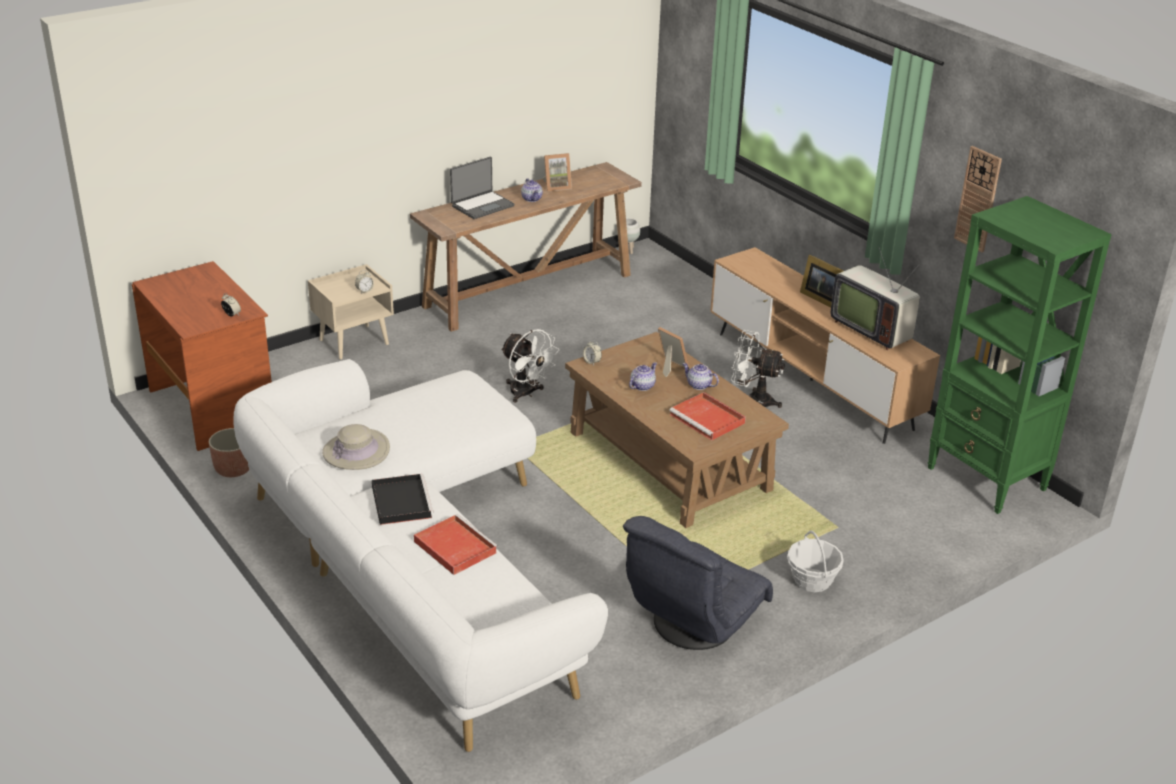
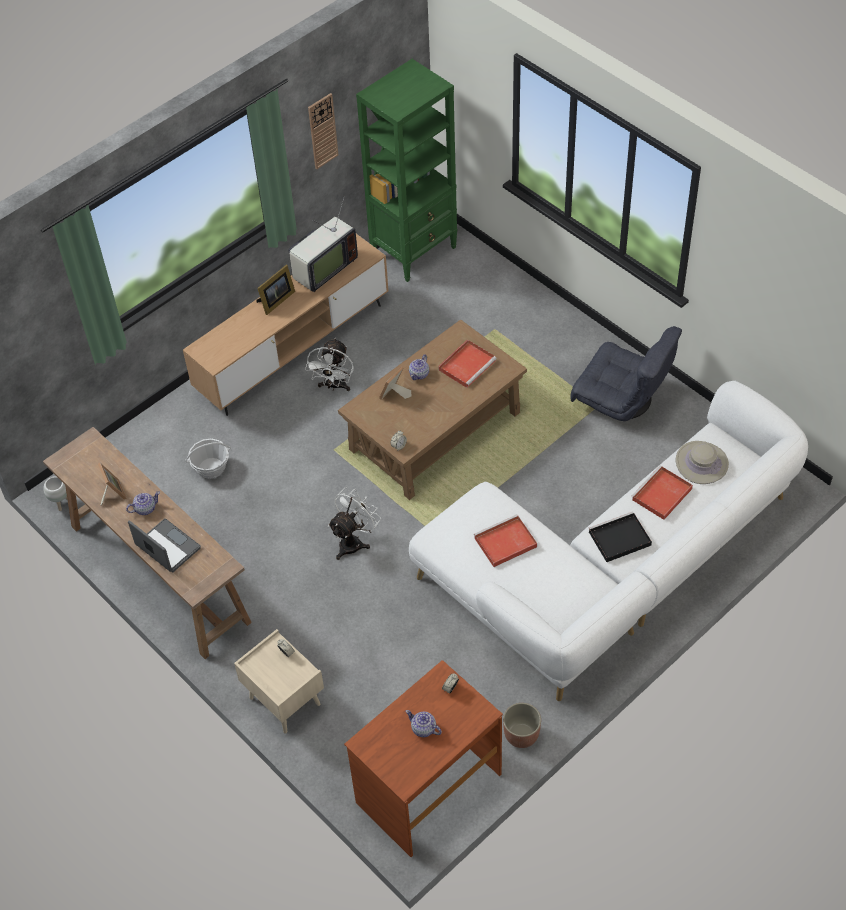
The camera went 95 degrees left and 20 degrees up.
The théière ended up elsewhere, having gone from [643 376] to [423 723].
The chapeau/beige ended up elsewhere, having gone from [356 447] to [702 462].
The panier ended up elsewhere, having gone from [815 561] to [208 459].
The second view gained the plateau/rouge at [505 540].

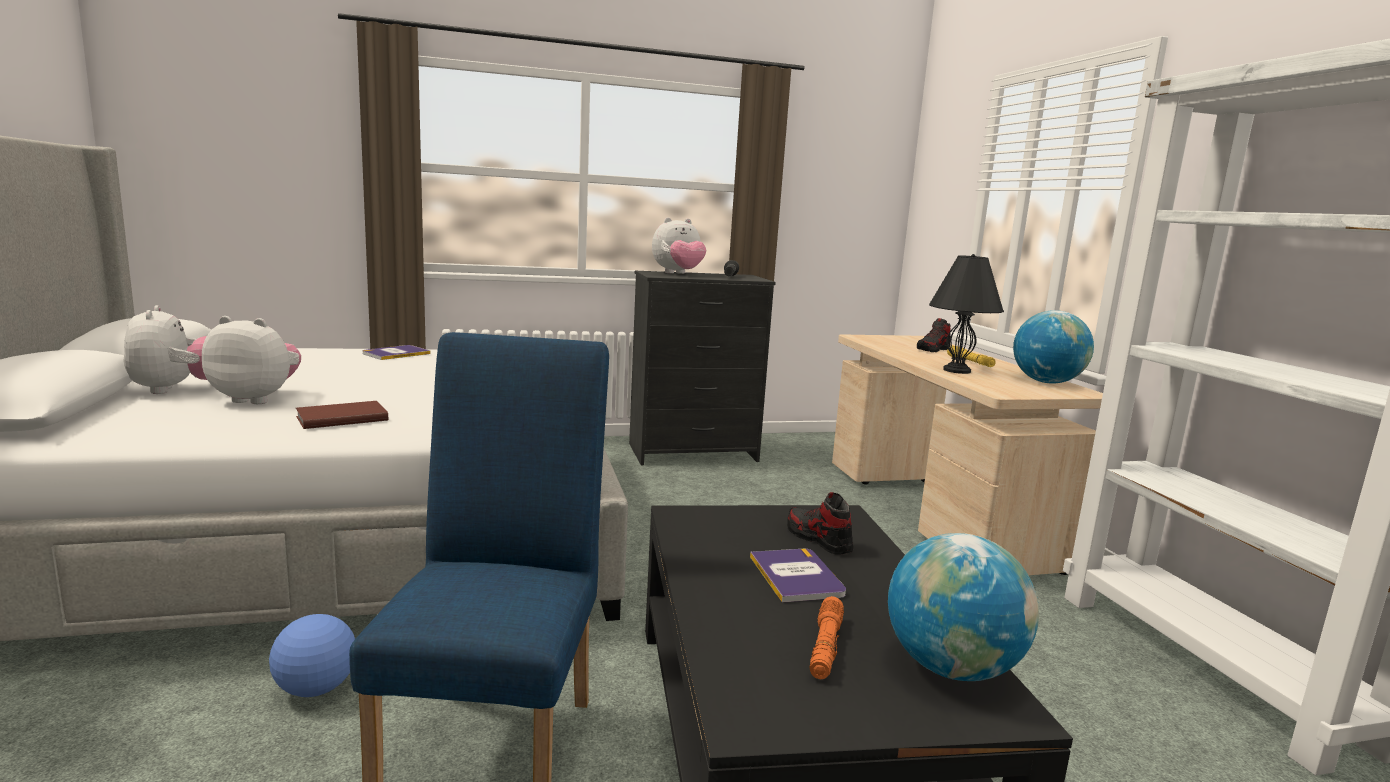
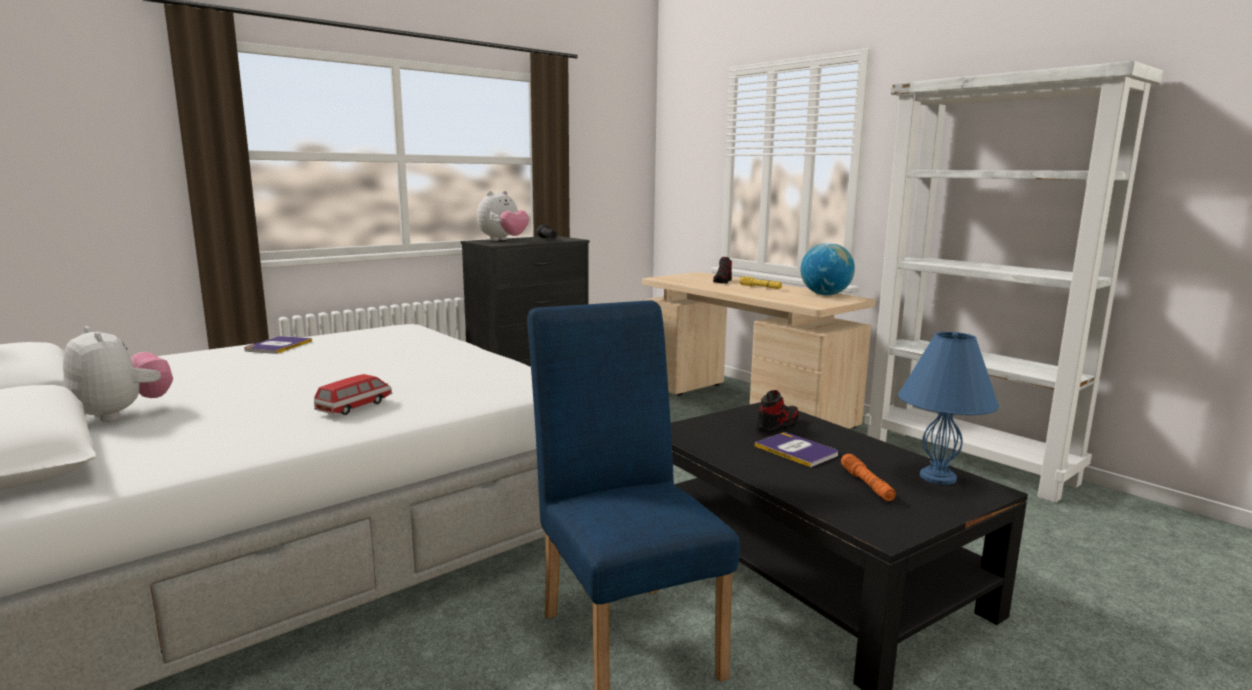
The camera went 25 degrees left and 0 degrees up.
The second view lost the lampe de table/noir at [966 314].
The second view lost the peluche at [251 360].
Where the livre/marron stood at [342 415], the petite voiture came to stand at [353 394].
The chaussure at [820 523] ended up facing another way, 105 degrees clockwise from before.
Where the globe stood at [963 607], the lampe de table/bleu came to stand at [948 408].
The second view lost the ballon de foot at [312 655].

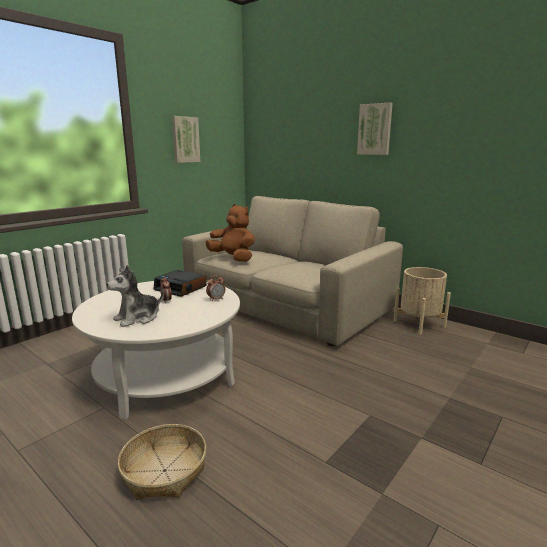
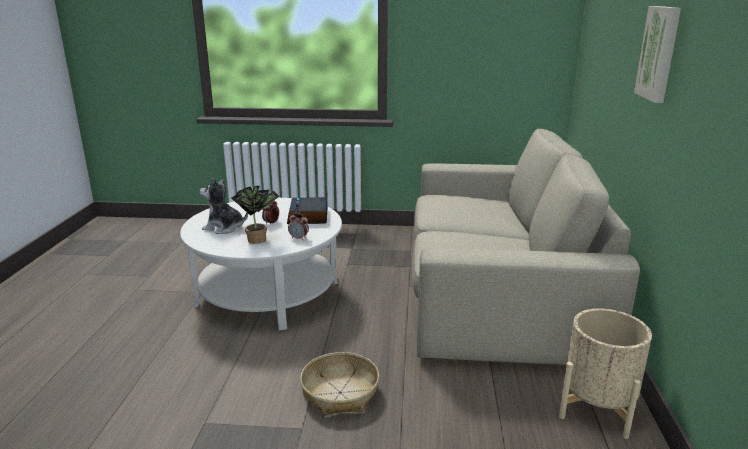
The camera went 55 degrees right and 5 degrees up.
The second view lost the tableau at [186 139].
The second view lost the peluche/marron at [230 233].
The panier ended up elsewhere, having gone from [162 461] to [339 384].
The second view gained the plante en pot at [255 215].

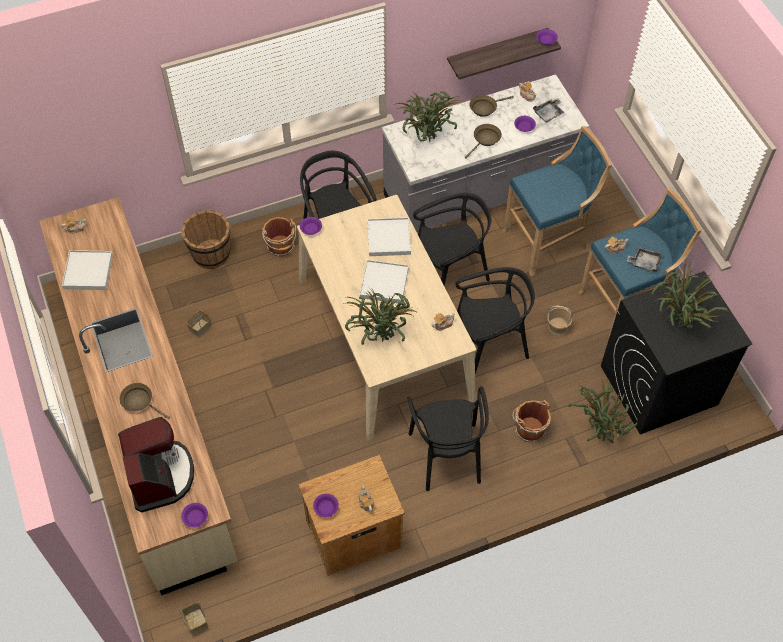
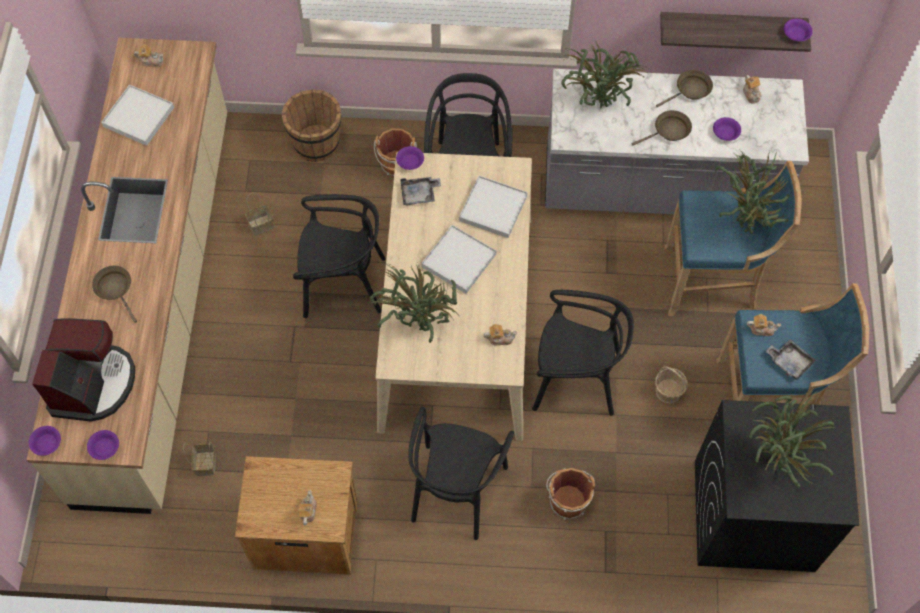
The camera went 25 degrees right and 5 degrees up.
The poêle/marron at [492 106] ended up facing another way, 150 degrees clockwise from before.
The plateau/gris ended up elsewhere, having gone from [548 110] to [421 191].
The chaise/noir ended up elsewhere, having gone from [452 239] to [339 256].
The plante en pot ended up elsewhere, having gone from [602 409] to [752 191].
The bol/violet ended up elsewhere, having gone from [326 505] to [45 441].
The panier ended up elsewhere, having gone from [193 617] to [199 459].

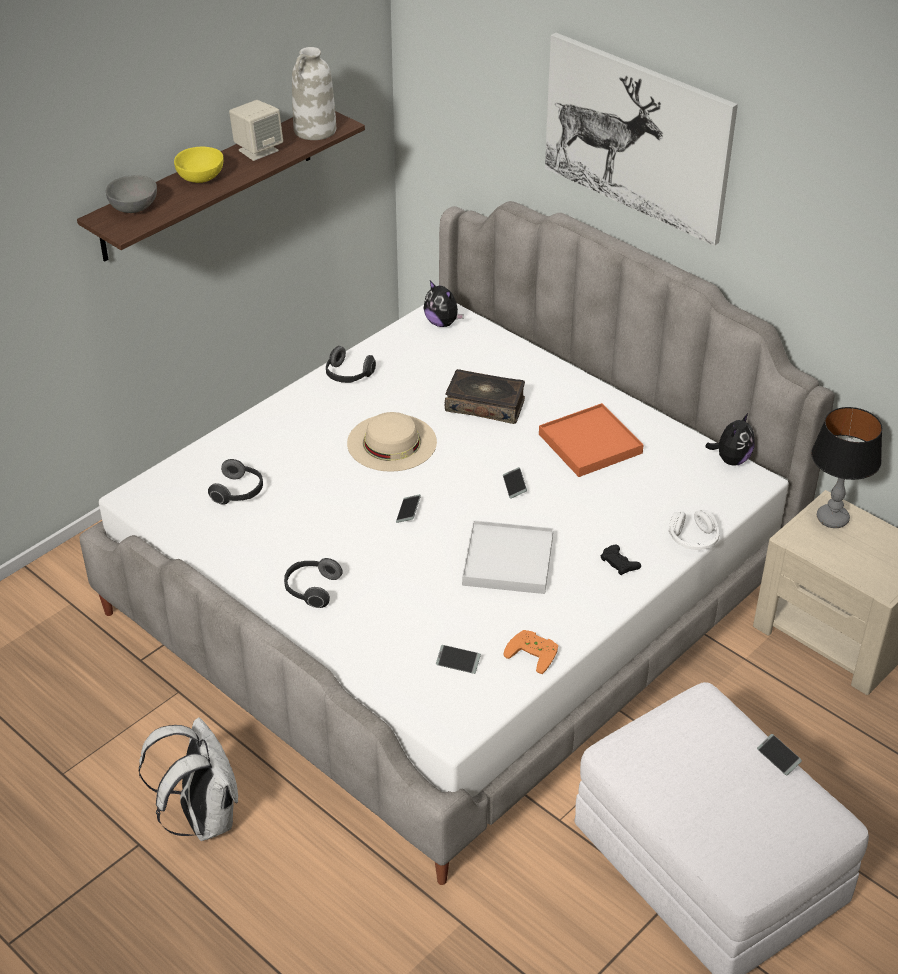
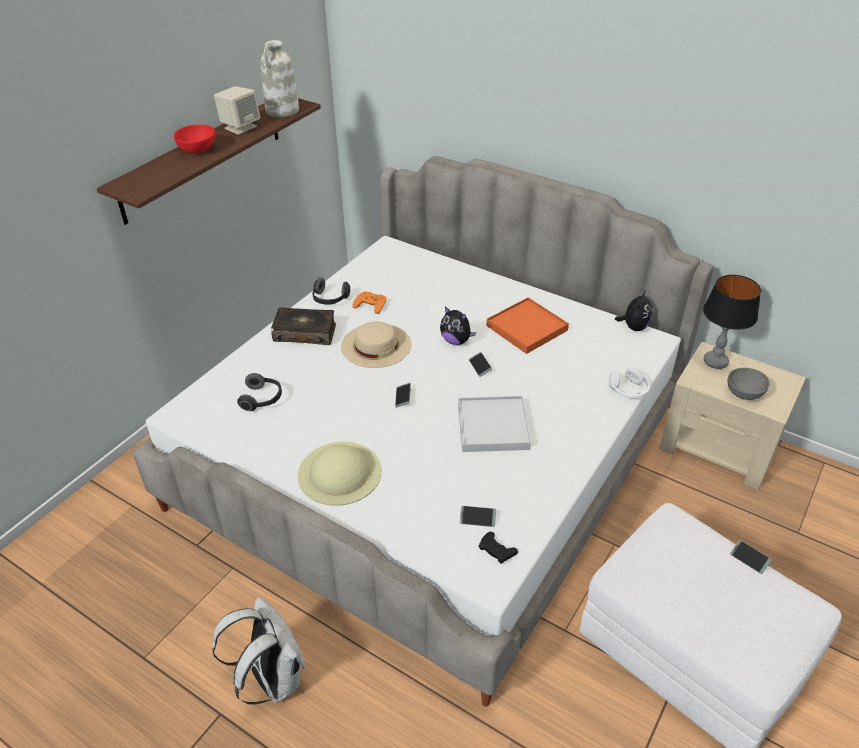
The camera went 10 degrees left and 0 degrees up.
The second view lost the tableau at [641 139].
What was the bol/jaune at [199 165] turned into the bol/rouge at [194 138].
The bol/gris ended up elsewhere, having gone from [131 194] to [748 384].
The peluche ended up elsewhere, having gone from [444 303] to [458 326].
The livre ended up elsewhere, having gone from [485 396] to [303 326].
The manette/noir ended up elsewhere, having gone from [620 560] to [498 548].
Where the casque audio stood at [313 583], the chapeau/beige came to stand at [340 474].
The manette/orange ended up elsewhere, having gone from [530 652] to [369 303].

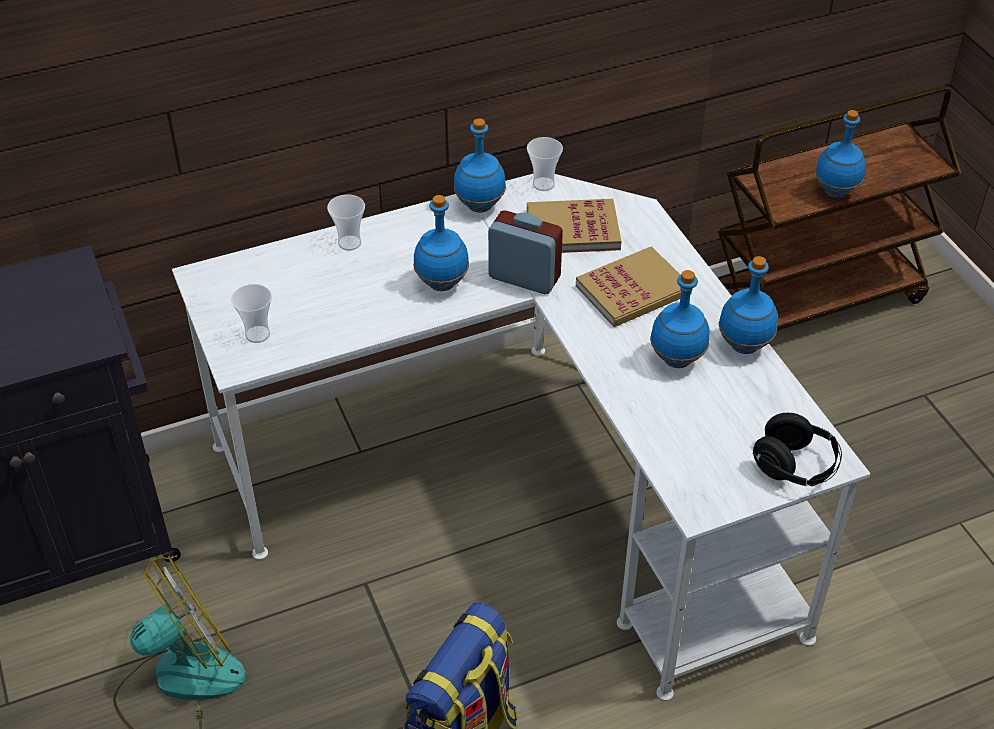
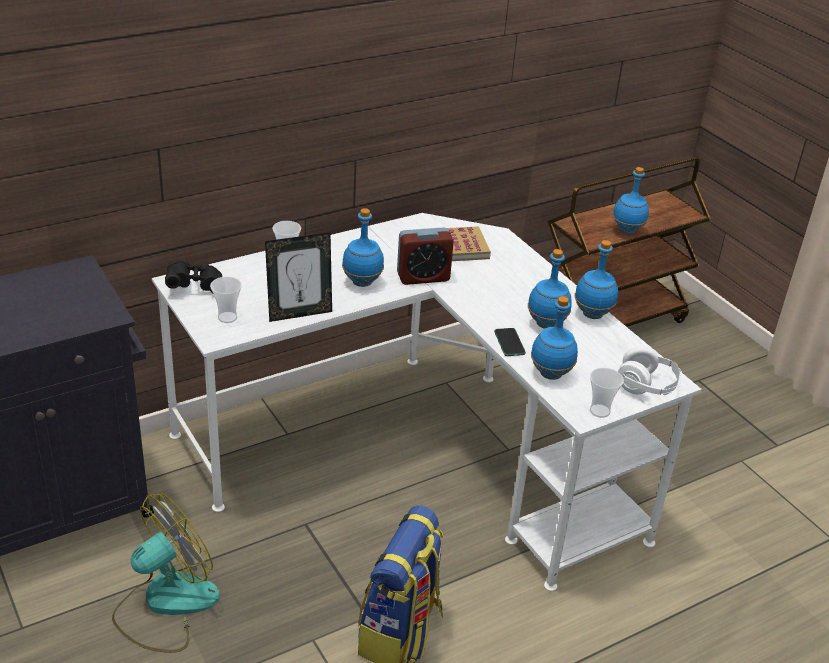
The camera went 10 degrees left and 10 degrees down.
The bouteille/bleu ended up elsewhere, having gone from [480 165] to [554 338].
The tasse ended up elsewhere, having gone from [545 164] to [607 393].
The réveil at [525 252] ended up facing another way, 150 degrees clockwise from before.
The second view lost the livre at [634 286].
What was the casque audio/noir at [797 449] turned into the casque audio/blanc at [650 370].
The second view gained the cadre photo at [298 277].
The second view gained the jumelles/noir at [193 276].
The second view gained the téléphone at [510 342].

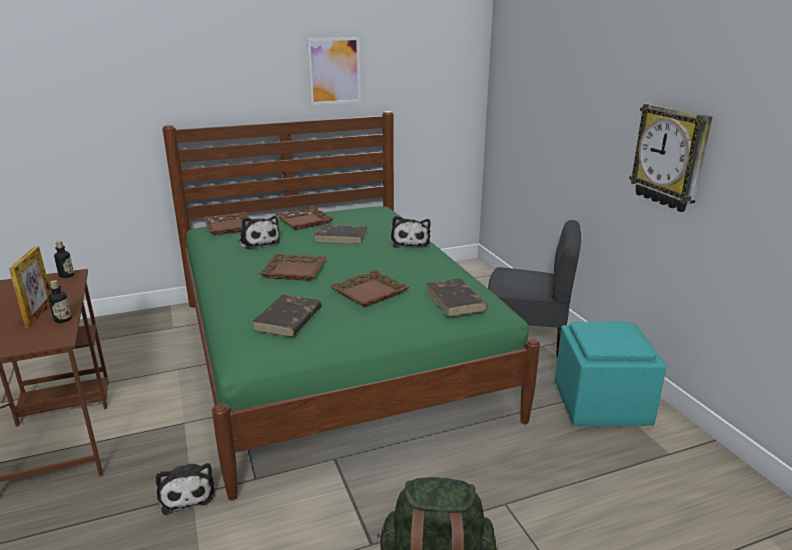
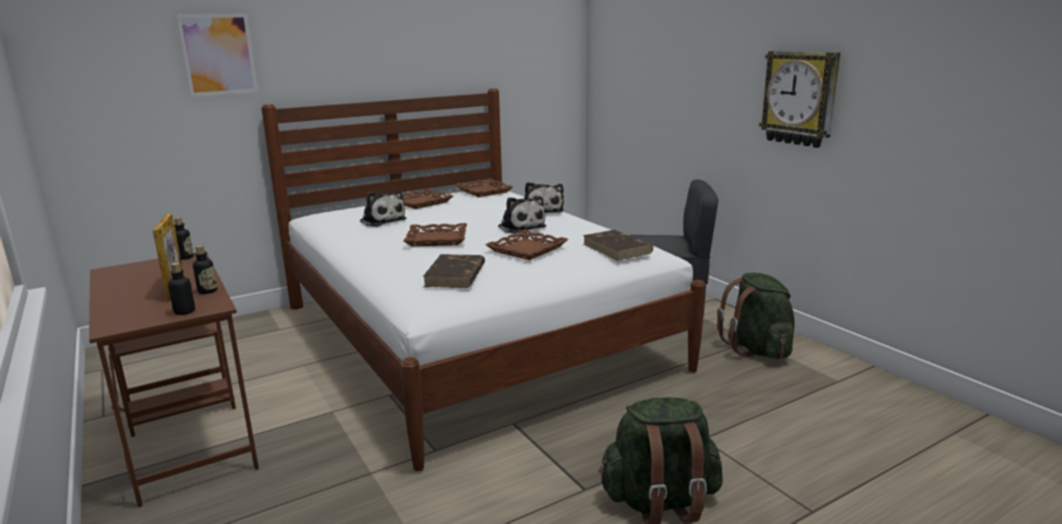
The camera went 10 degrees left and 5 degrees down.
The tableau ended up elsewhere, having gone from [334 71] to [217 55].
What was the lit/vert at [351 305] turned into the lit/blanc at [483 279].
The plateau/marron ended up elsewhere, having gone from [226 223] to [484 187].
The second view lost the livre/marron at [340 234].
Where the pouf/turquoise stood at [611 374], the sac à dos/vert came to stand at [756 316].
The peluche ended up elsewhere, having gone from [185 489] to [522 215].
The second view gained the bouteille at [181 289].

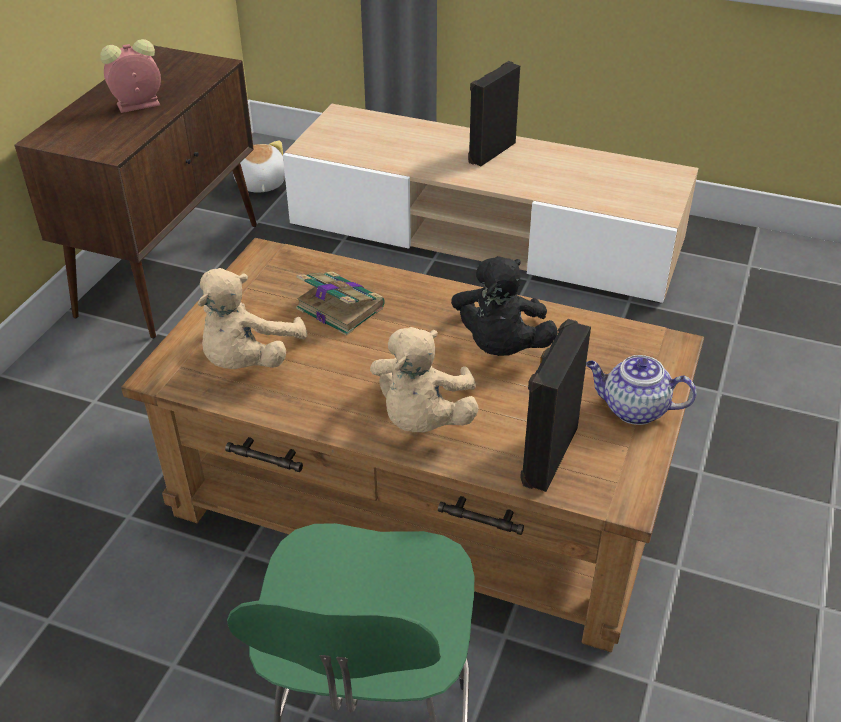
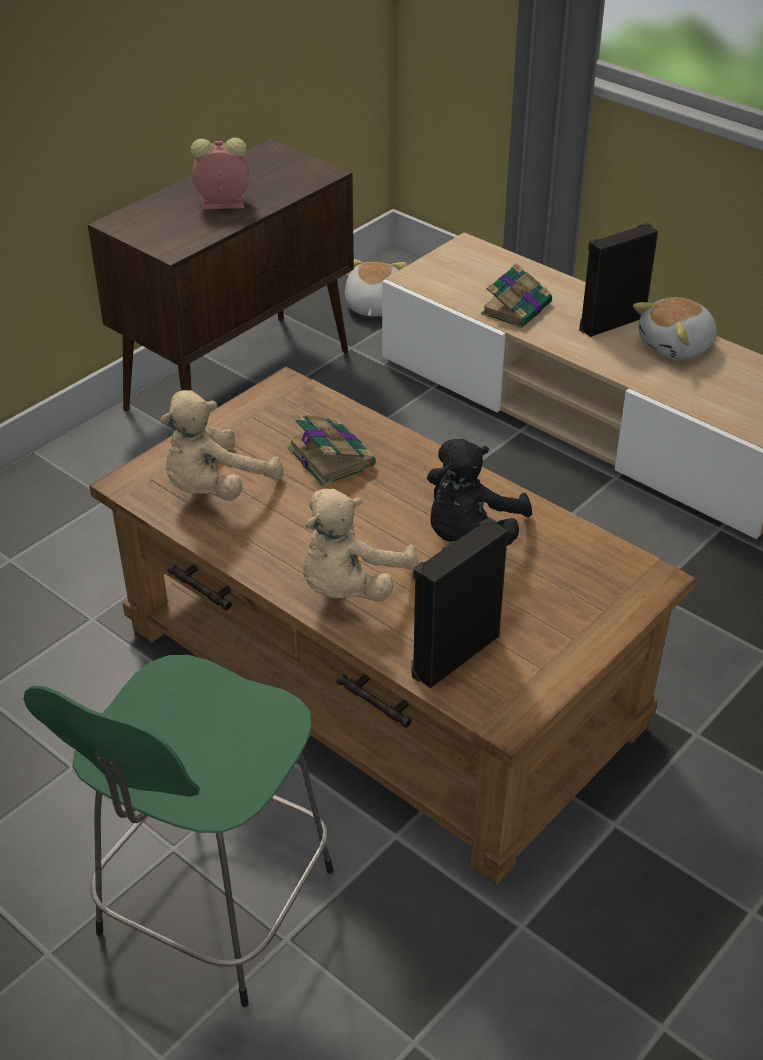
The camera went 20 degrees right and 0 degrees up.
The second view lost the théière at [641 390].
The second view gained the livre at [516 295].
The second view gained the peluche at [675 328].

